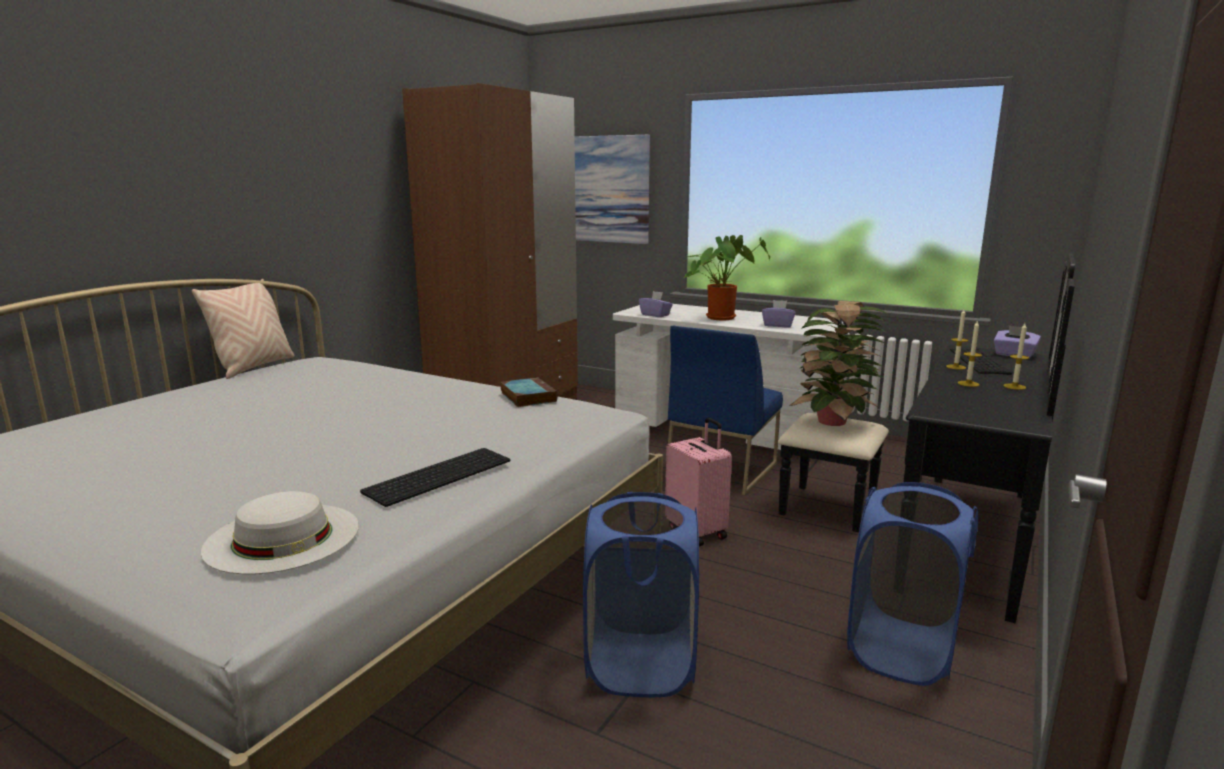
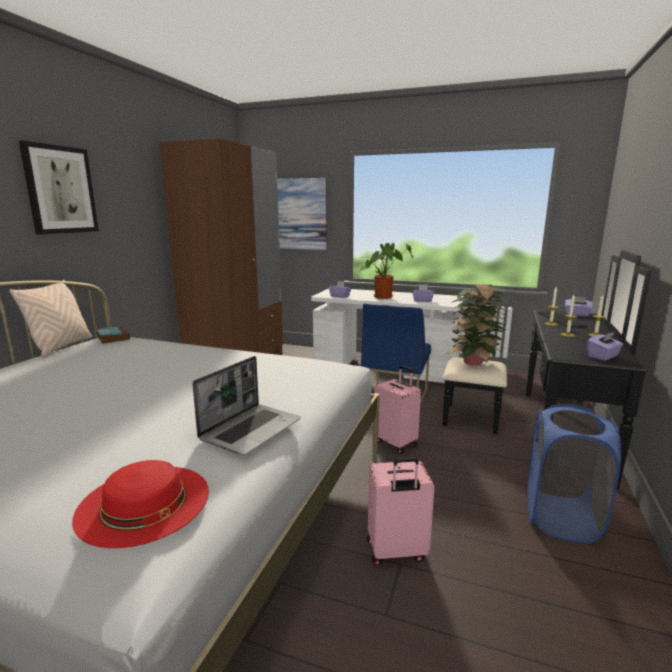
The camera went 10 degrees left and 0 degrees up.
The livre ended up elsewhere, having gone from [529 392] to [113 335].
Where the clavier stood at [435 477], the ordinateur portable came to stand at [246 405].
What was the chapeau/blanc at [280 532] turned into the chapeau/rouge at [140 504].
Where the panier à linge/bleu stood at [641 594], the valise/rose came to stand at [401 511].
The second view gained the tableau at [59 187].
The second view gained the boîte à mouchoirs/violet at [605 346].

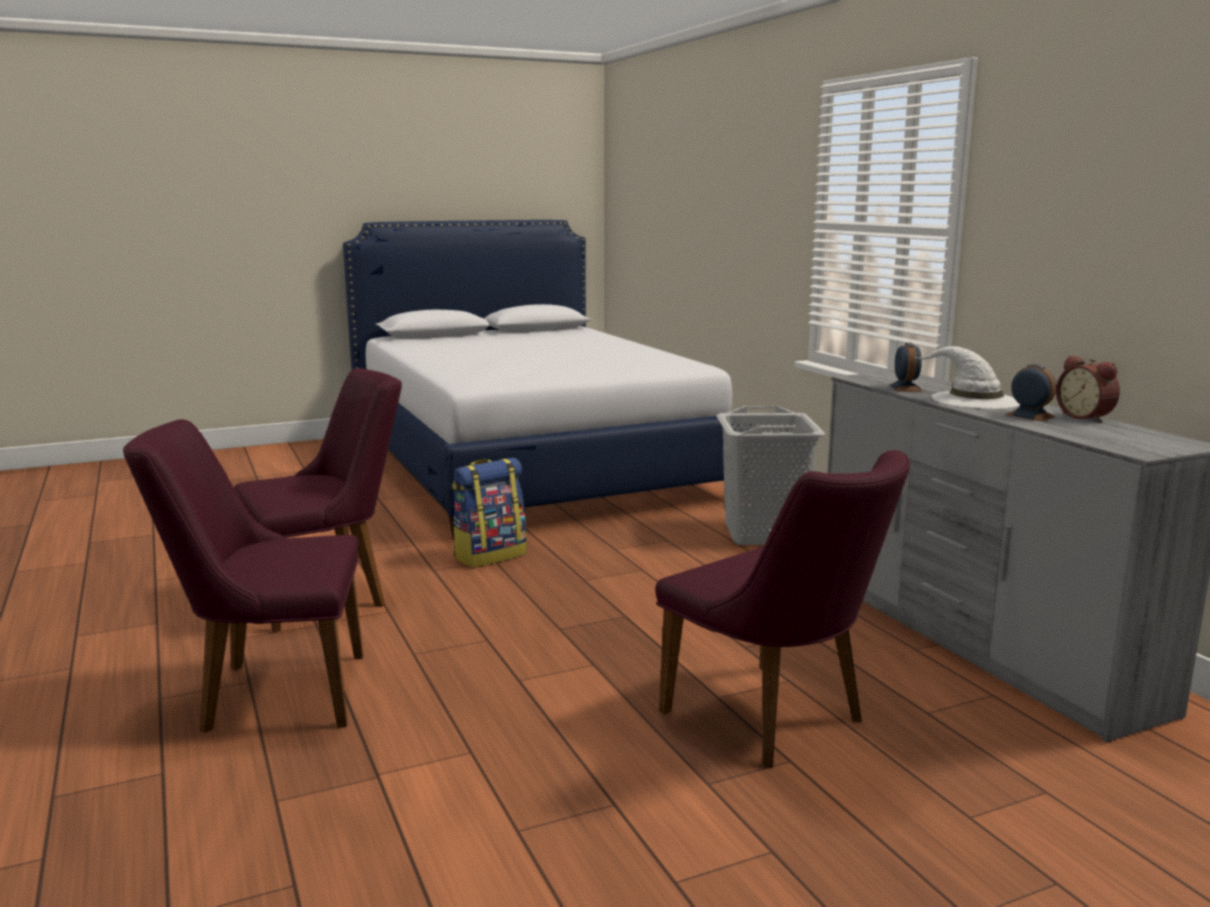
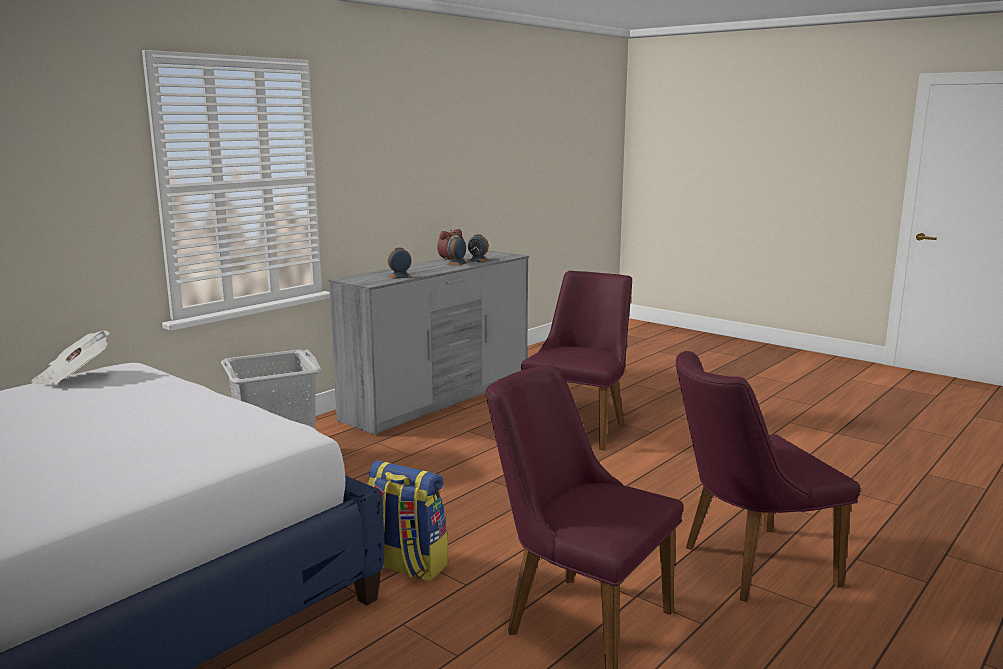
The camera went 115 degrees left and 0 degrees up.
The second view lost the chapeau/blanc at [968 377].
The chaise/violet at [243 576] ended up facing another way, 105 degrees clockwise from before.
The second view gained the réveil at [478 248].
The second view gained the journal at [70 357].

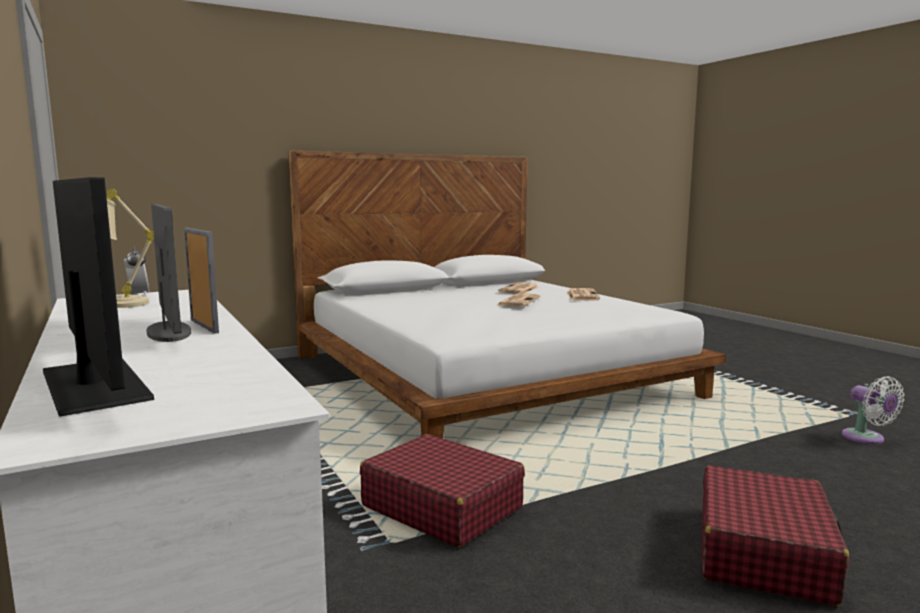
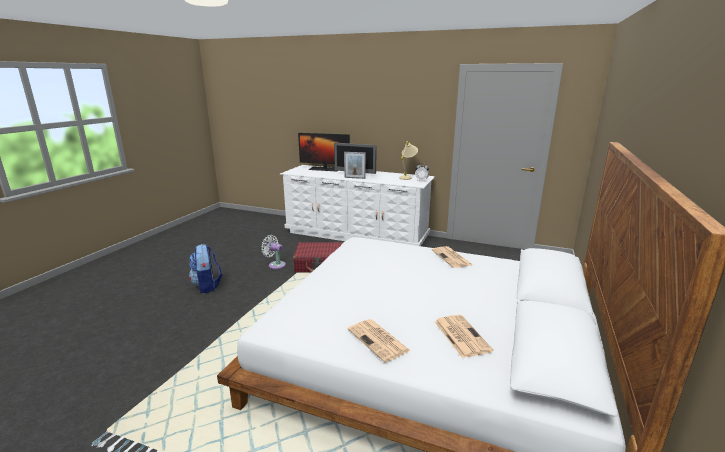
The camera went 140 degrees right and 10 degrees up.
The journal ended up elsewhere, having gone from [518 300] to [451 257].
The ventilateur/blanc ended up elsewhere, having gone from [873 410] to [273 252].
Where the valise/rouge stood at [775 535], the sac à dos came to stand at [205 268].

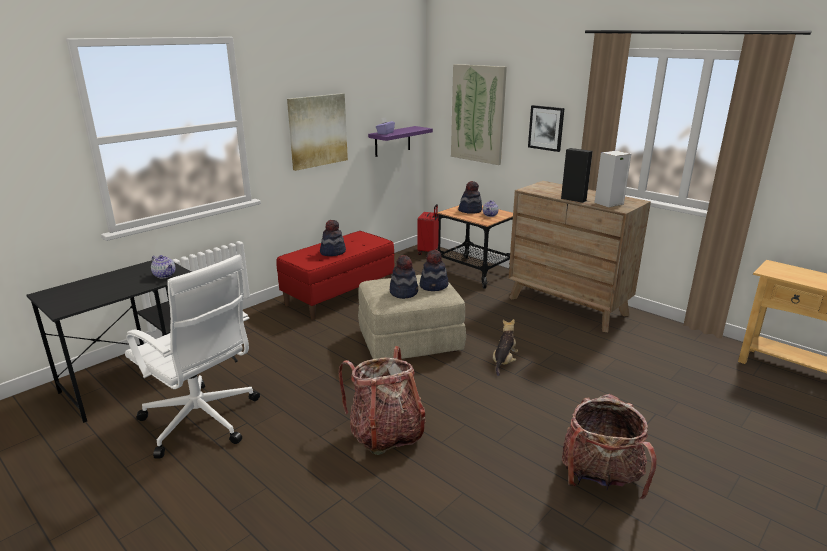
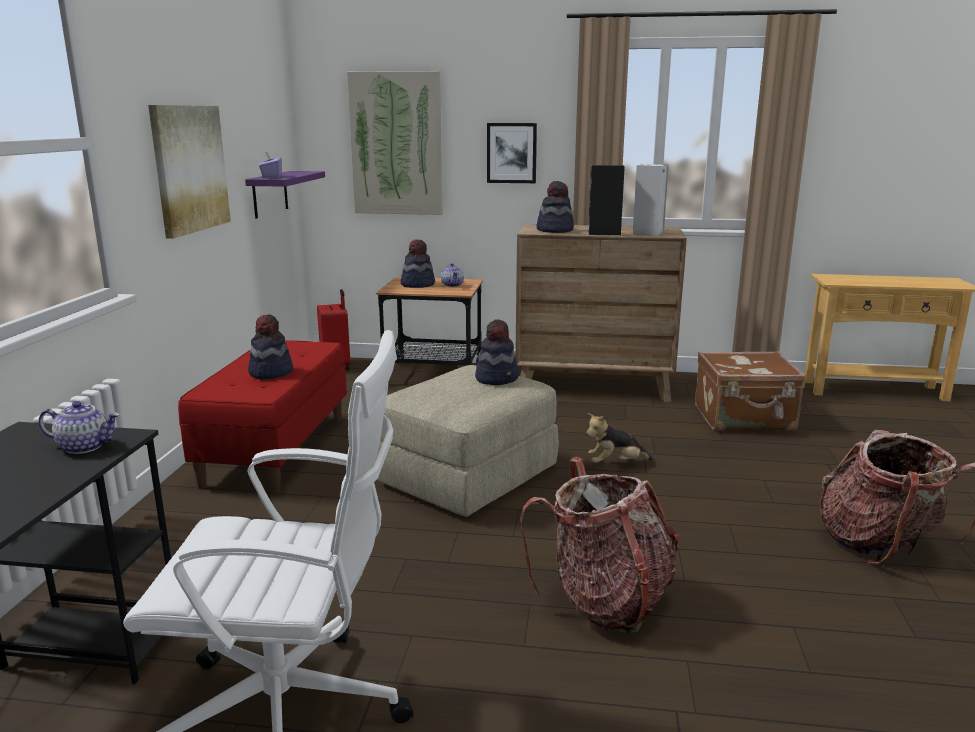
The camera went 35 degrees left and 5 degrees down.
The chapeau ended up elsewhere, having gone from [404 277] to [555 207].
The peluche at [505 348] ended up facing another way, 90 degrees counterclockwise from before.
The second view gained the valise/marron at [750 391].

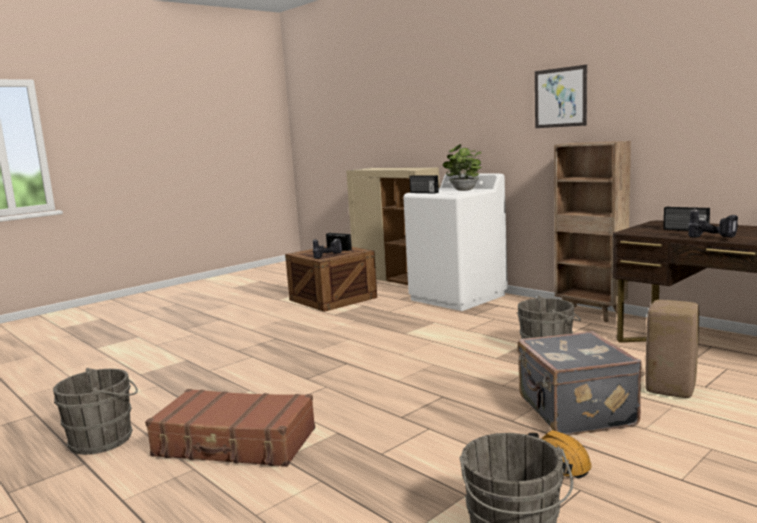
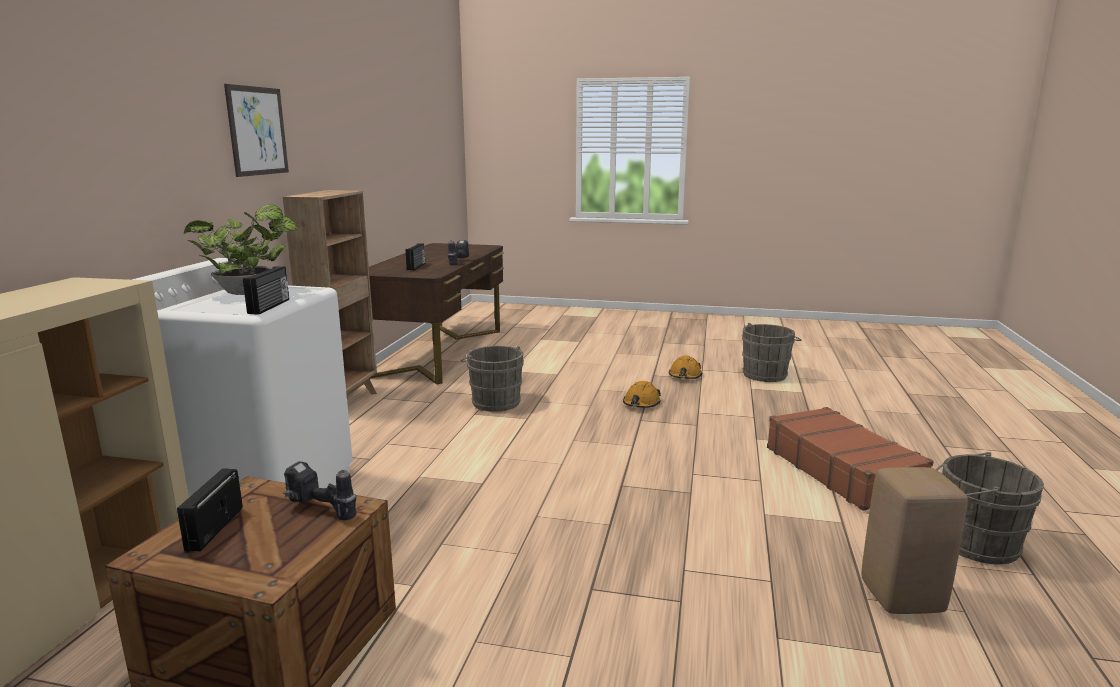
The camera went 125 degrees left and 5 degrees up.
The tabouret/beige ended up elsewhere, having gone from [672 349] to [914 540].
The second view lost the valise/gris at [580 383].
The second view gained the casque de chantier/orange at [642 394].

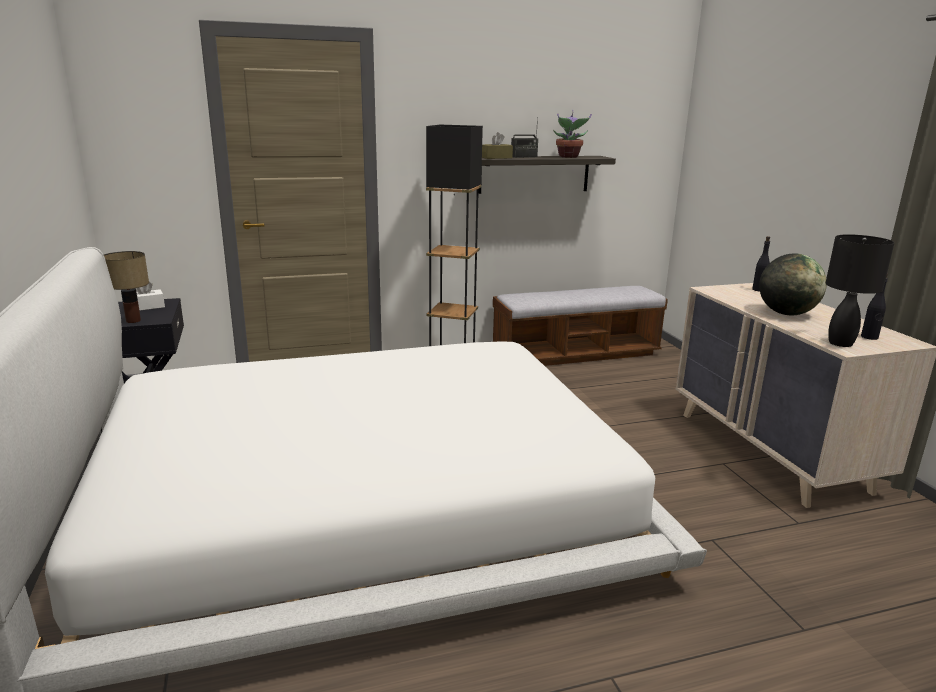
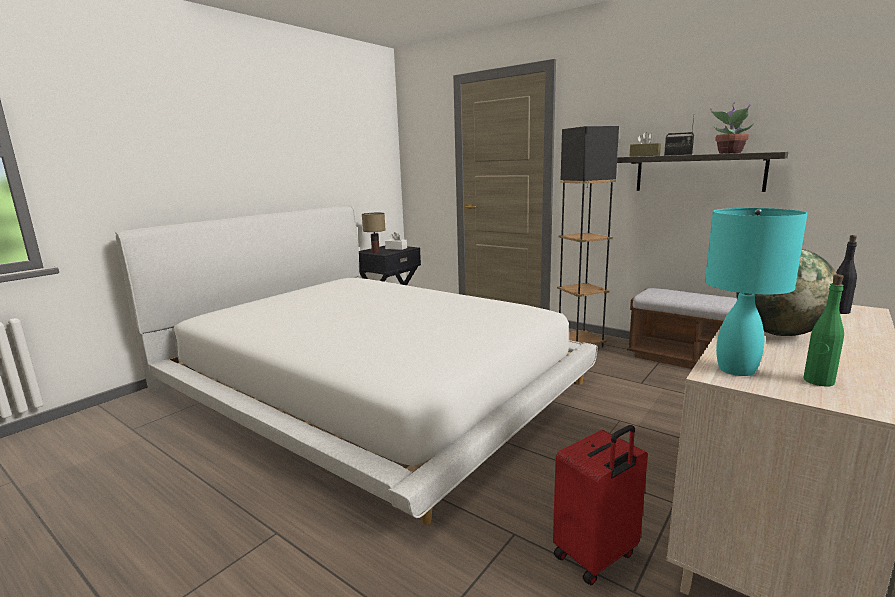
The camera went 55 degrees right and 5 degrees down.
What was the lampe de table/noir at [860 290] turned into the lampe de table/turquoise at [756 292].
What was the bouteille/noir at [874 306] turned into the bouteille/vert at [823 330].
The second view gained the valise/rouge at [600 505].

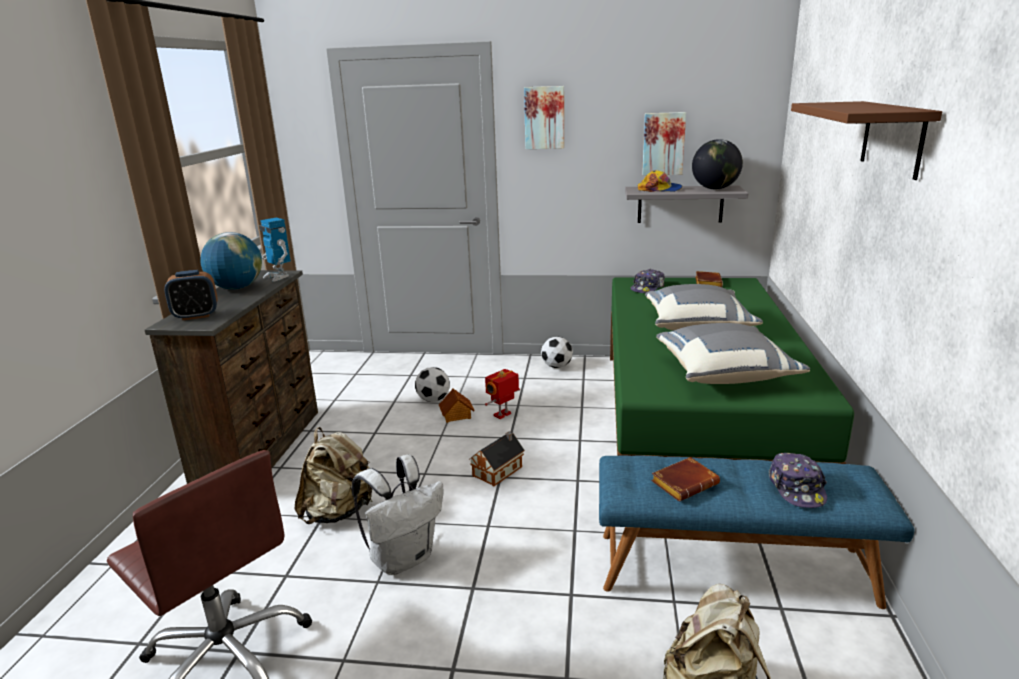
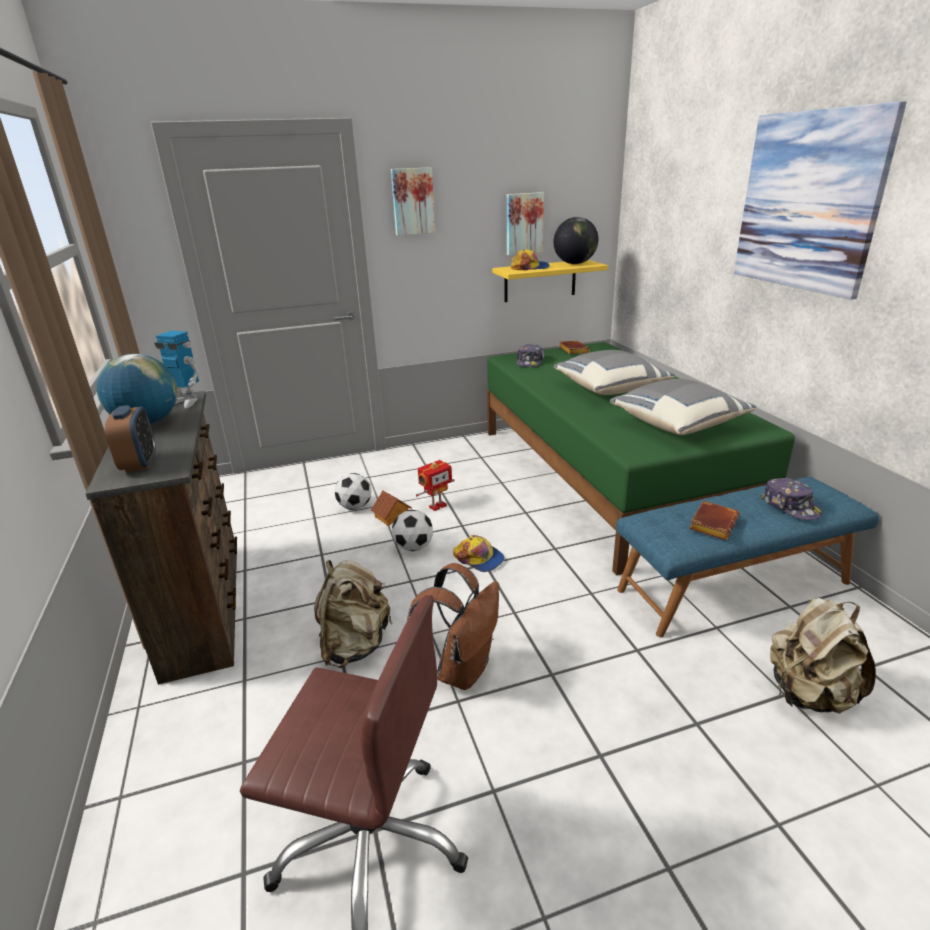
The camera went 25 degrees left and 5 degrees up.
Where the étagère/marron hung at [866 140], the tableau came to hang at [820 200].
What was the étagère/gris at [686 204] turned into the étagère/jaune at [550 281].
The réveil at [191 295] ended up facing another way, 60 degrees counterclockwise from before.
The ballon de foot ended up elsewhere, having gone from [557 352] to [412 530].
The robot jouet at [502 394] ended up facing another way, 150 degrees counterclockwise from before.
Where the maison miniature stood at [497 458], the casquette came to stand at [478 553].
What was the sac à dos/blanc at [397 515] turned into the sac à dos/marron at [453 626].

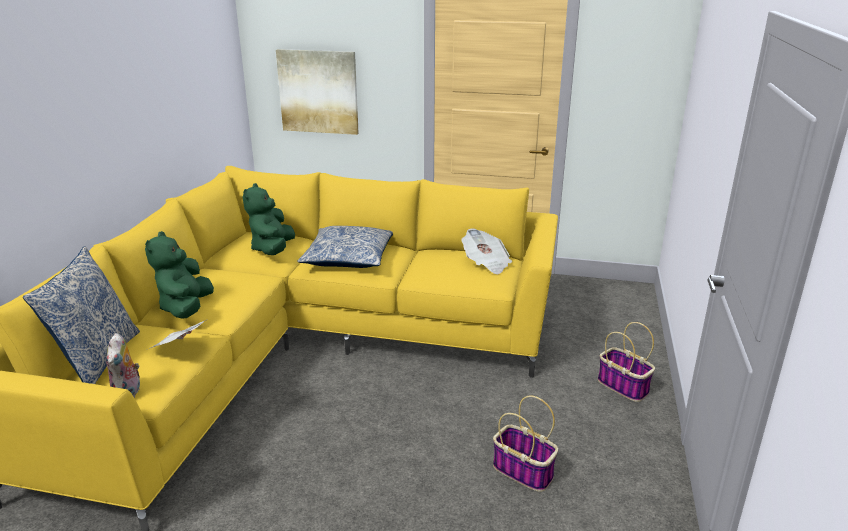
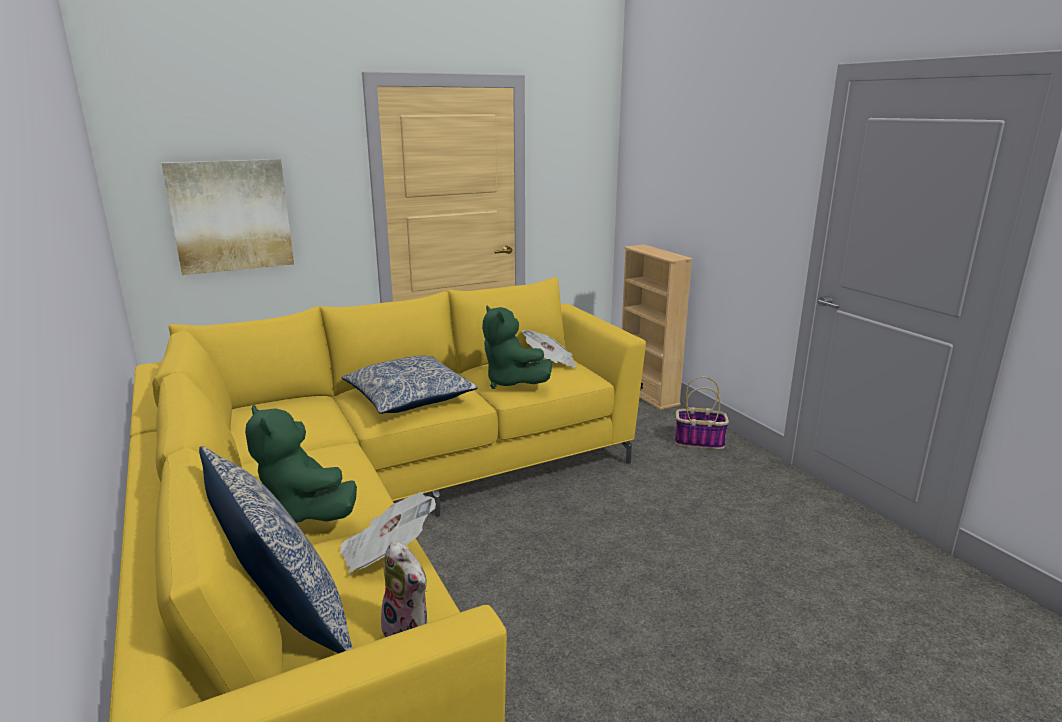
The camera went 40 degrees left and 5 degrees down.
The peluche/vert ended up elsewhere, having gone from [269 219] to [517 347].
The second view lost the panier at [525 444].
The second view gained the bibliothèque/beige at [657 327].

